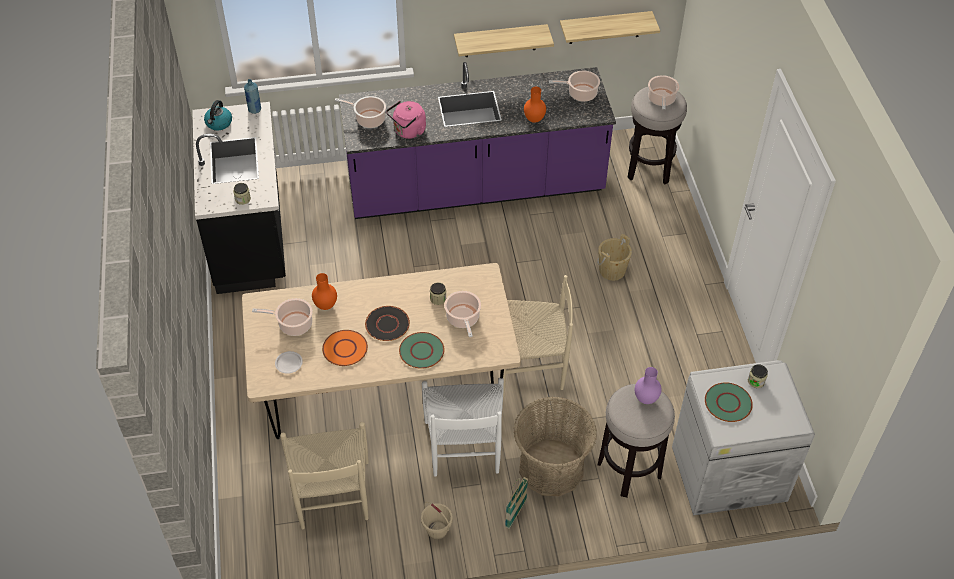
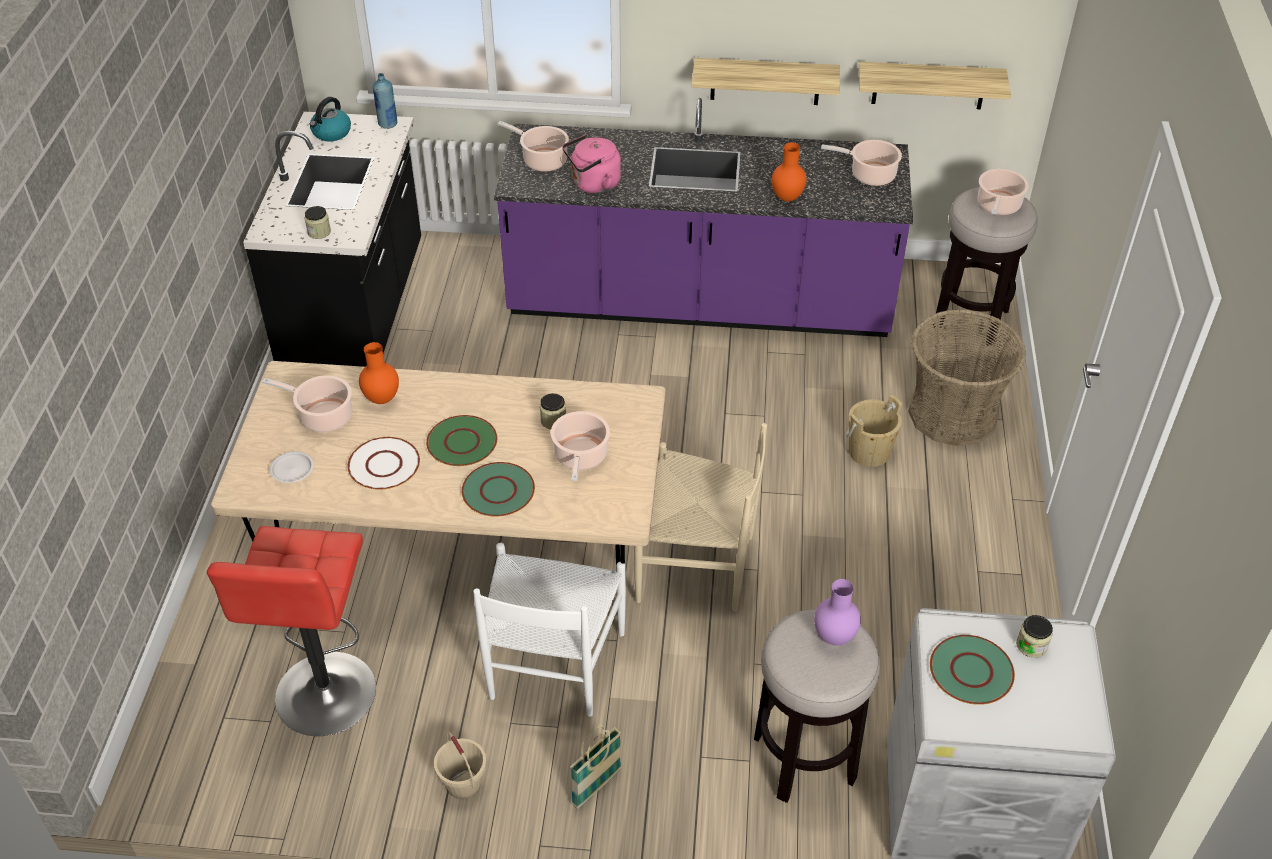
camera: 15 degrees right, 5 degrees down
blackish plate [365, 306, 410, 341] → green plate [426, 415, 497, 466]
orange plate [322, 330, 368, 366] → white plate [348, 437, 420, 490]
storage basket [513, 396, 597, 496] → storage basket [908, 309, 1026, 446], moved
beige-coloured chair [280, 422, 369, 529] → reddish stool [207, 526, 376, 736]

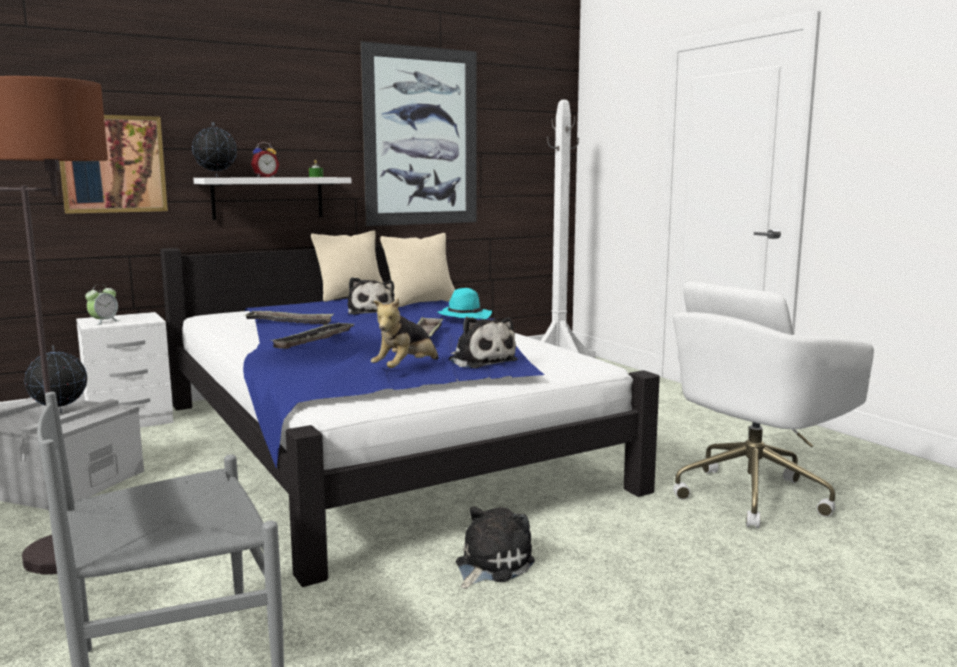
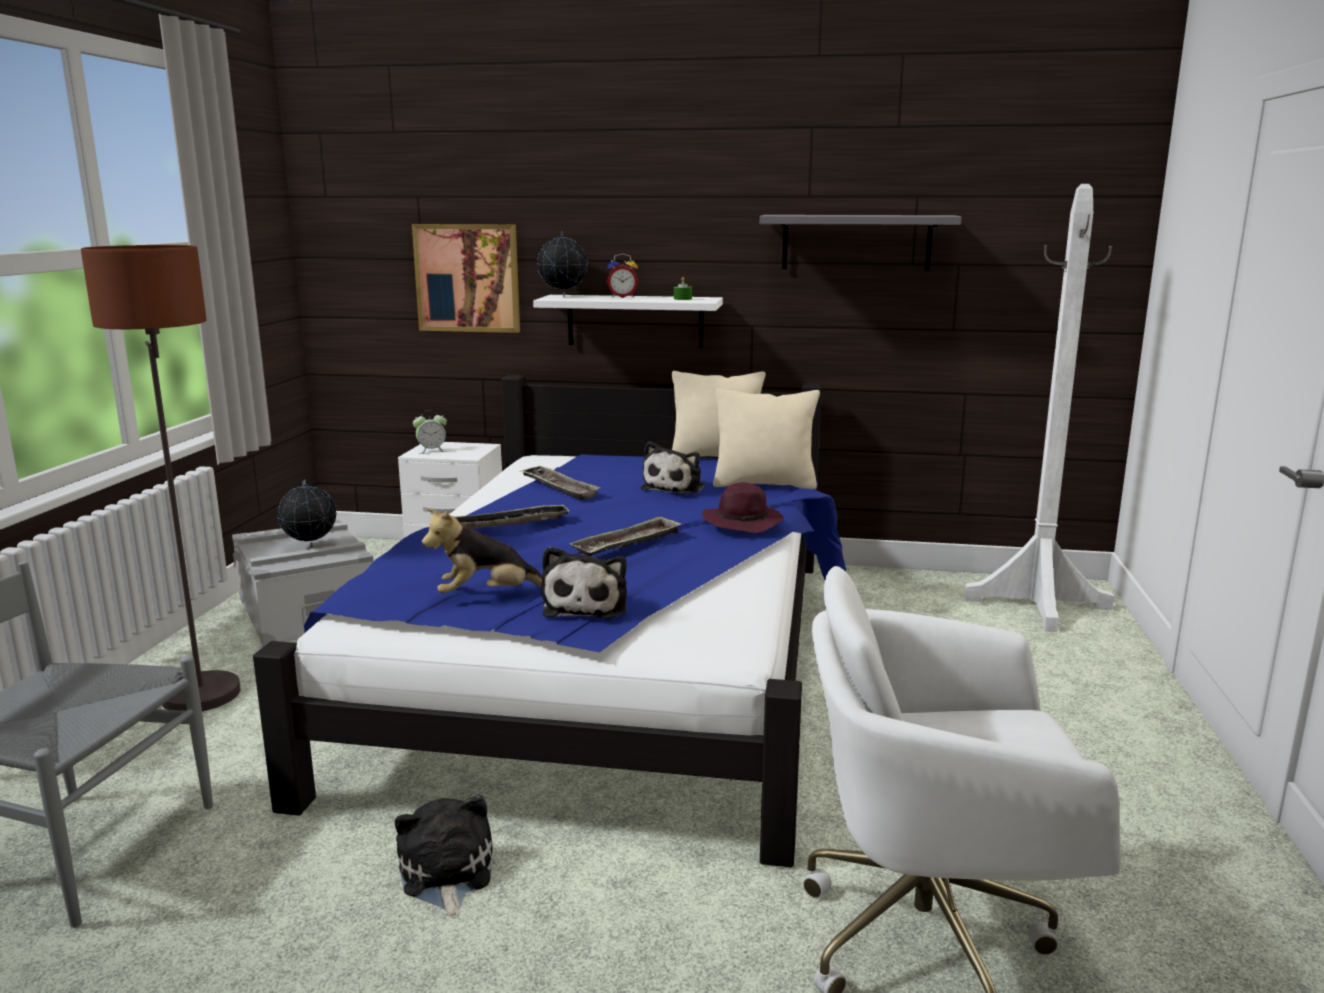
camera: 40 degrees right, 5 degrees up
wall art [361, 41, 477, 226] → gray bracket shelf [760, 215, 962, 271]
turquoise-coloured hat [438, 288, 492, 319] → purple hat [702, 482, 784, 534]
soft toy [456, 506, 535, 589] → soft toy [395, 795, 493, 919], 90 degrees counterclockwise

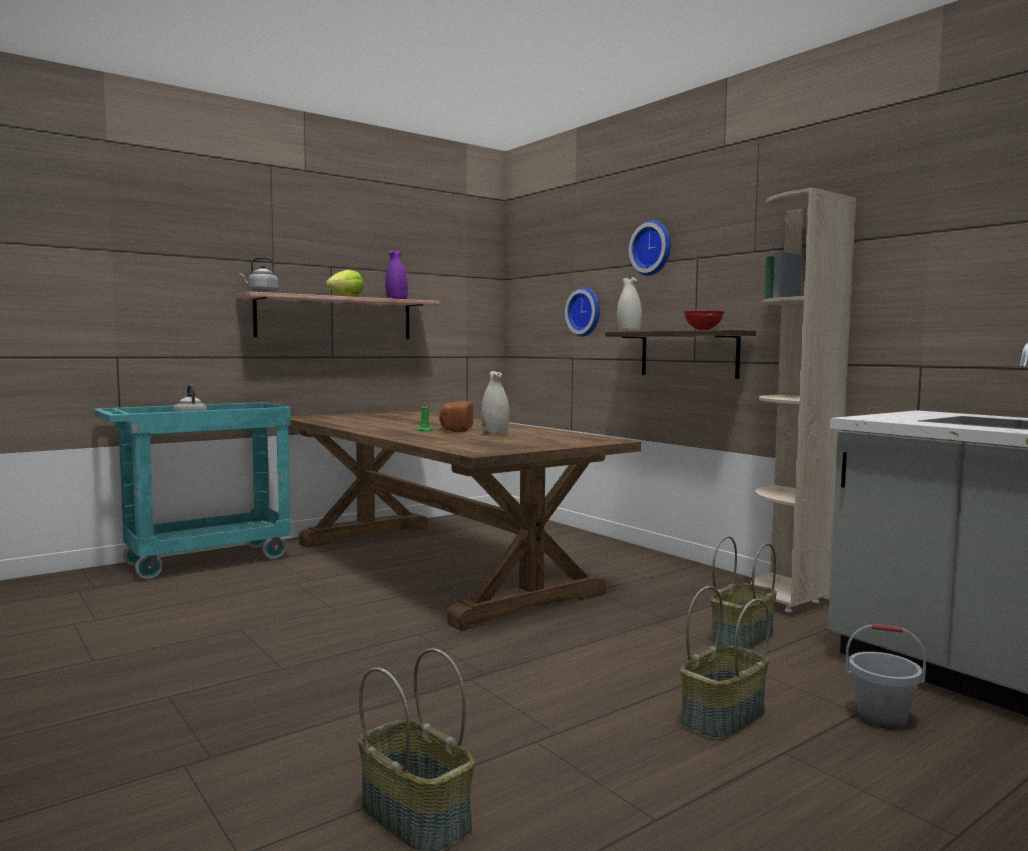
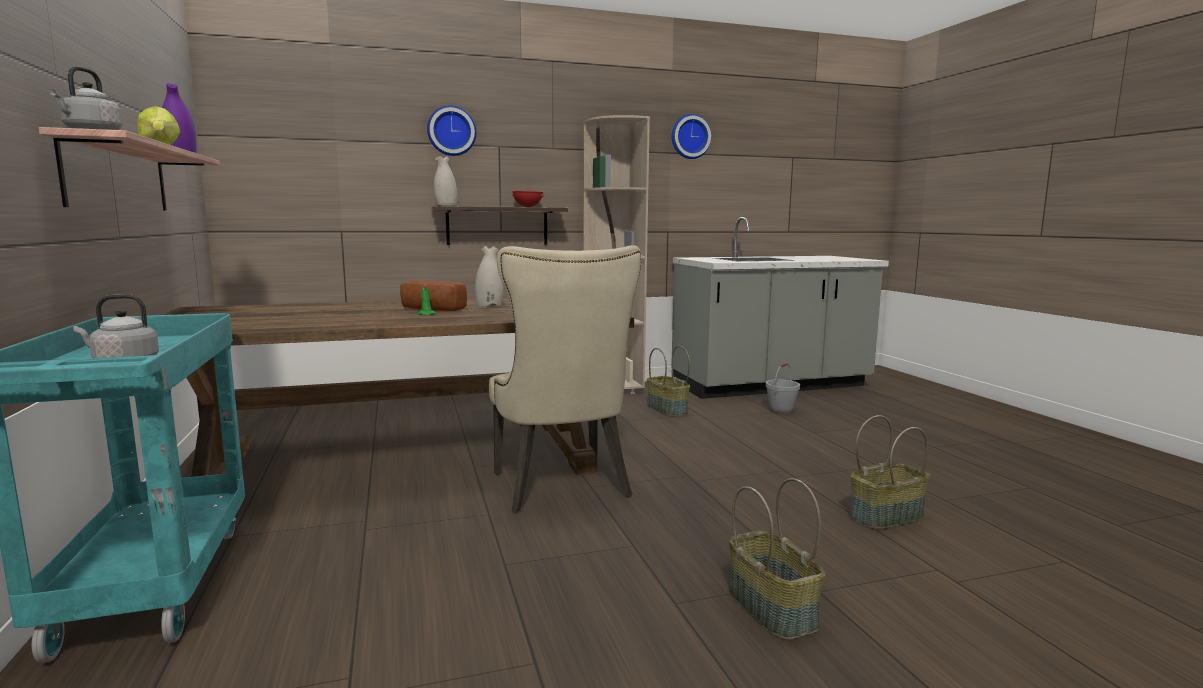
camera: 70 degrees left, 5 degrees up
hanging clock [565, 287, 600, 337] → hanging clock [671, 114, 711, 159], moved
storage basket [680, 586, 770, 741] → storage basket [729, 478, 826, 640], moved
- → beige-coloured chair [489, 245, 641, 513]

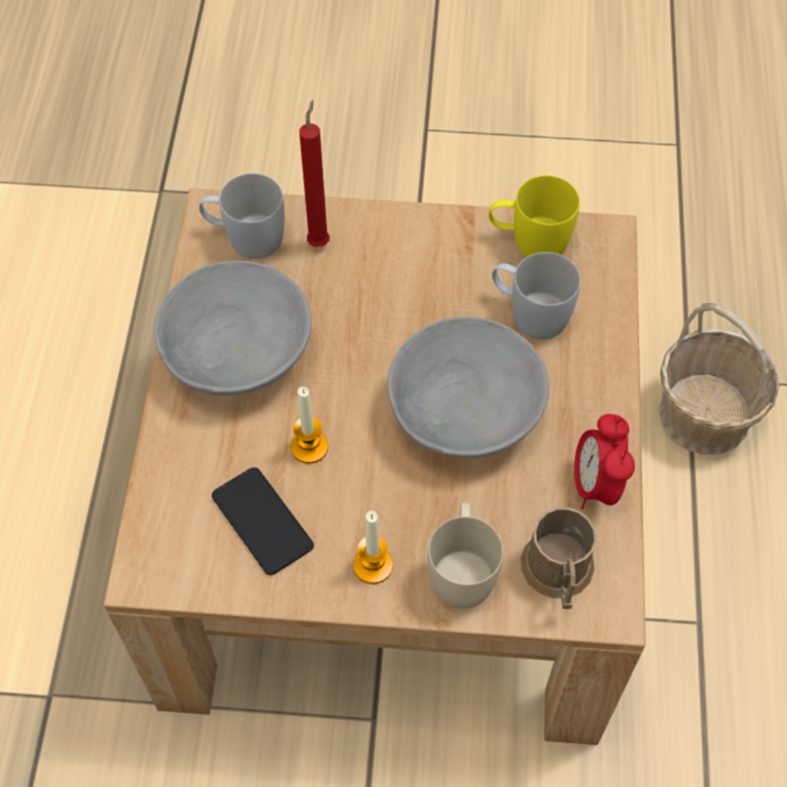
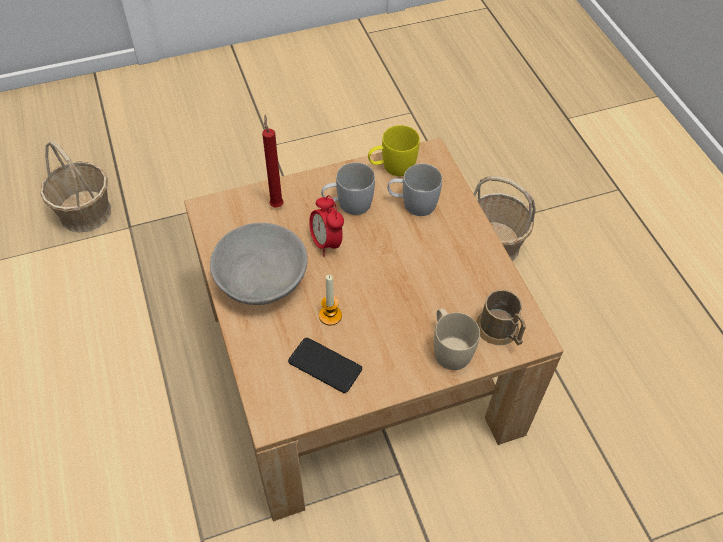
camera: 25 degrees left, 5 degrees down
white mug [199, 173, 285, 259] → white mug [321, 162, 375, 215], moved
gray serving bowl [388, 317, 549, 459] → -
bedside clock [574, 414, 635, 509] → bedside clock [309, 195, 344, 257], moved
wax light [353, 511, 393, 584] → -
- → storage basket [40, 140, 111, 232]

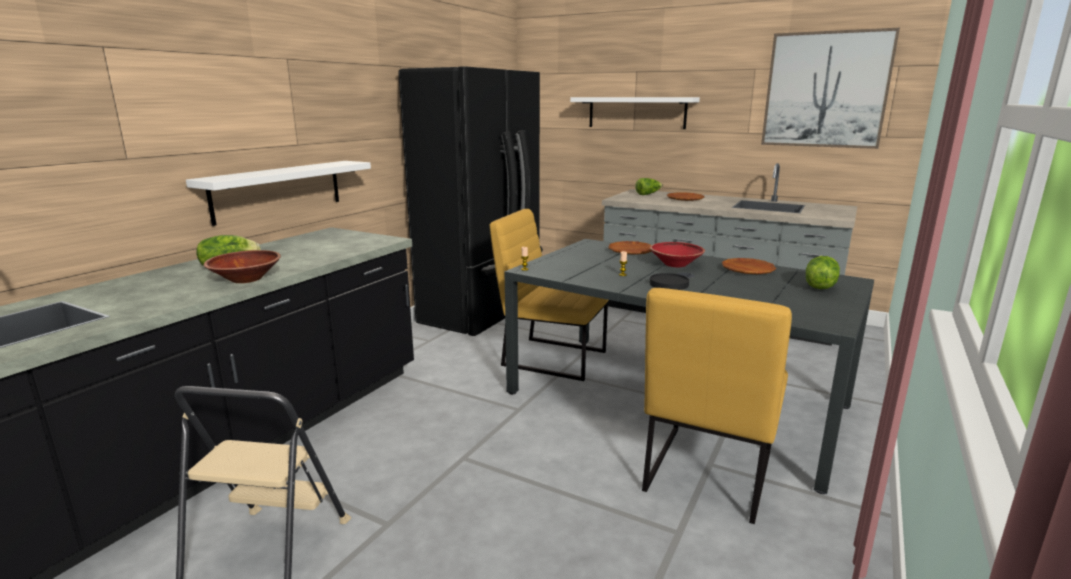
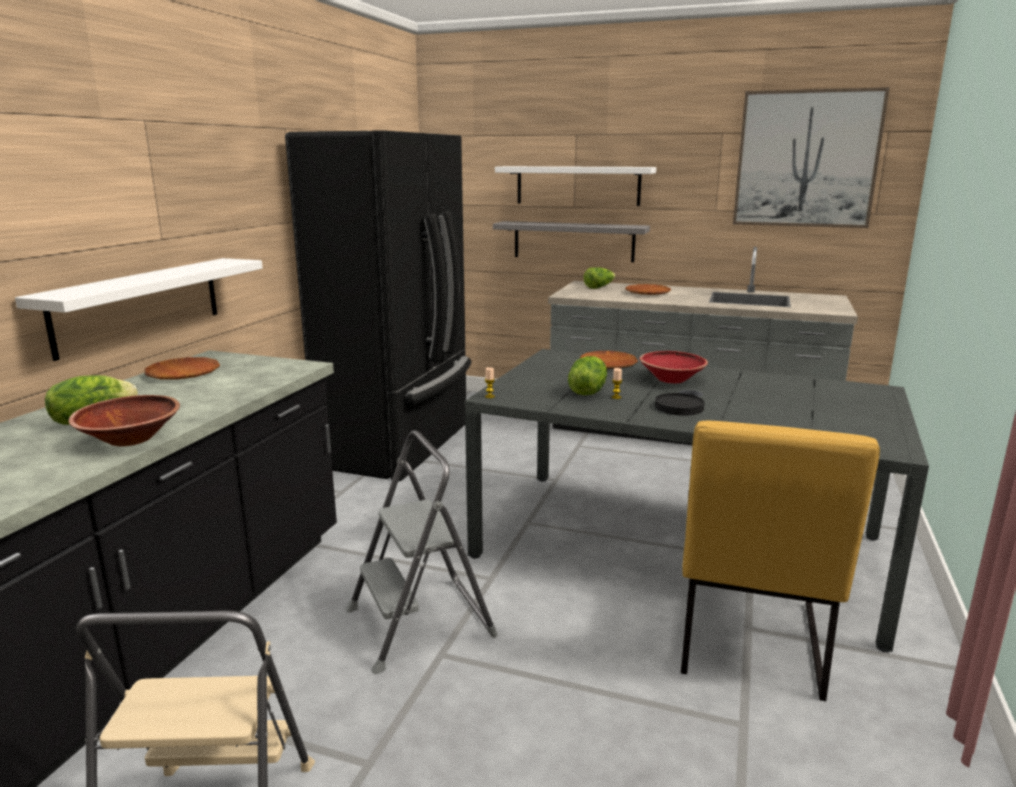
camera: 10 degrees left, 0 degrees up
yellow-coloured chair [490, 209, 609, 381] → -
lettuce [806, 256, 840, 289] → lettuce [568, 356, 607, 395], moved
brown-coloured plate [722, 258, 776, 274] → brown-coloured plate [144, 357, 220, 380], moved
- → gray bracket shelf [493, 221, 650, 262]
- → gray step ladder [345, 430, 498, 674]

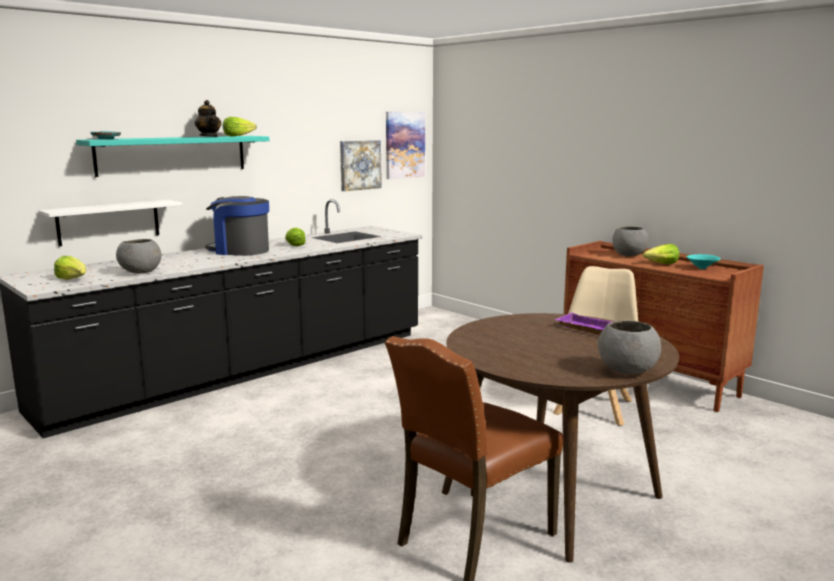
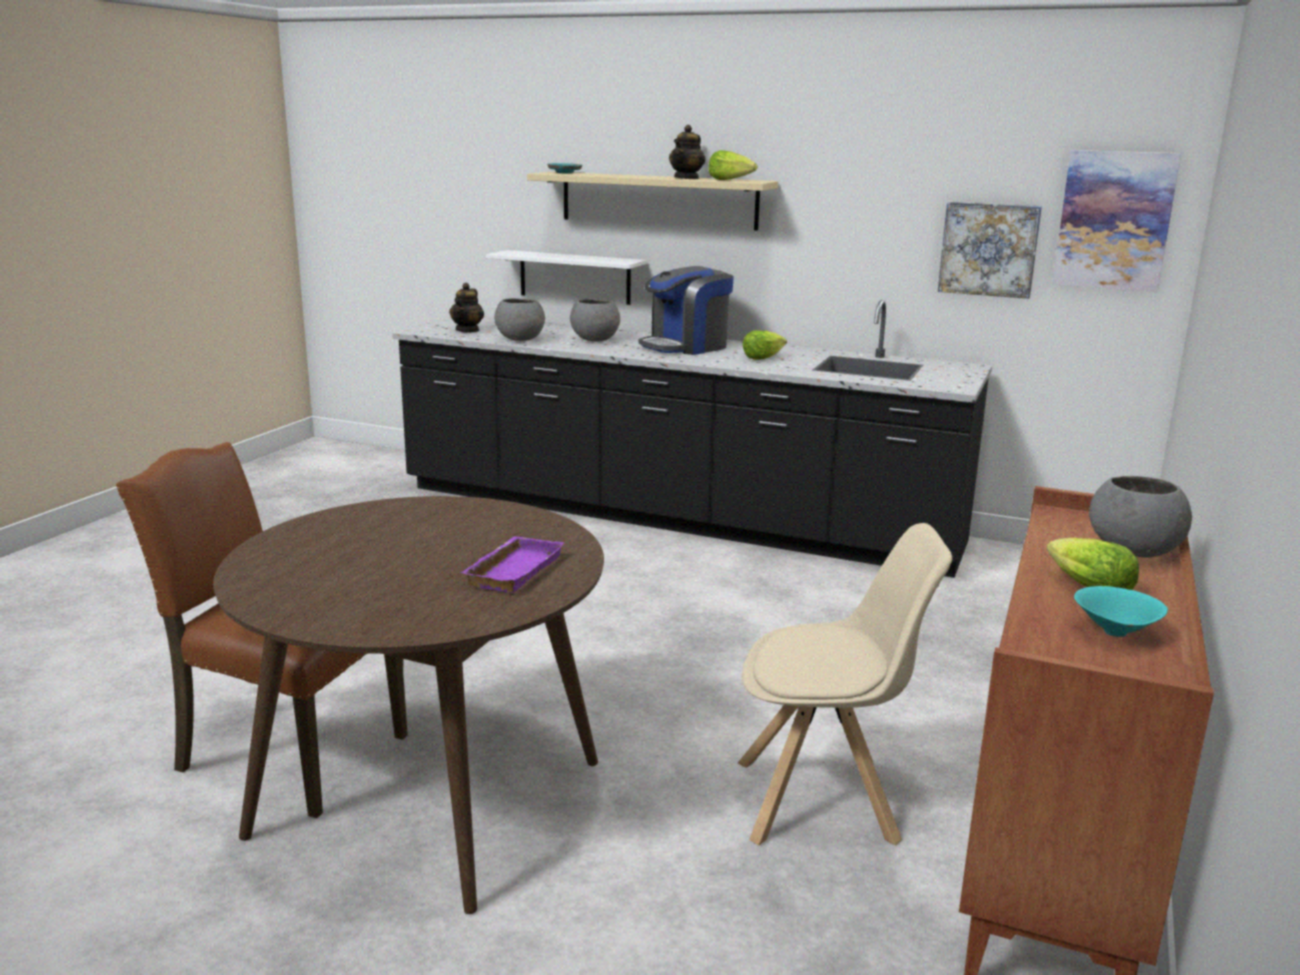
camera: 65 degrees right, 5 degrees up
turquoise-coloured bracket shelf [76, 136, 269, 177] → beige-coloured bracket shelf [527, 172, 778, 231]
coffee machine [205, 196, 269, 256] → coffee machine [638, 266, 734, 355], 120 degrees counterclockwise
lettuce [54, 256, 86, 280] → teapot [449, 283, 484, 333]
gray serving bowl [598, 321, 661, 374] → gray serving bowl [570, 299, 620, 341], moved

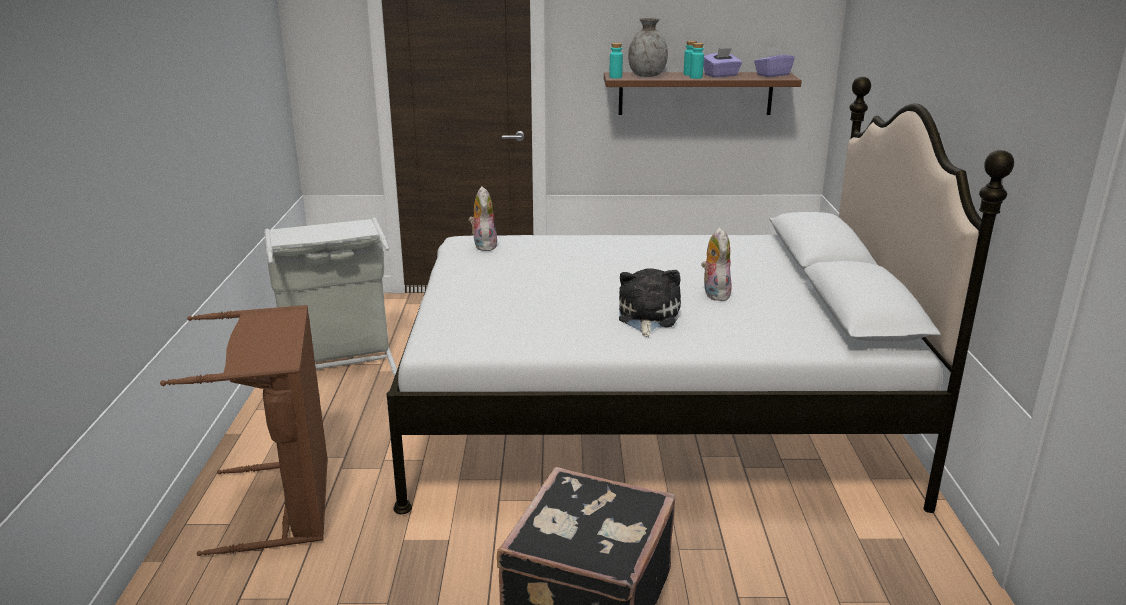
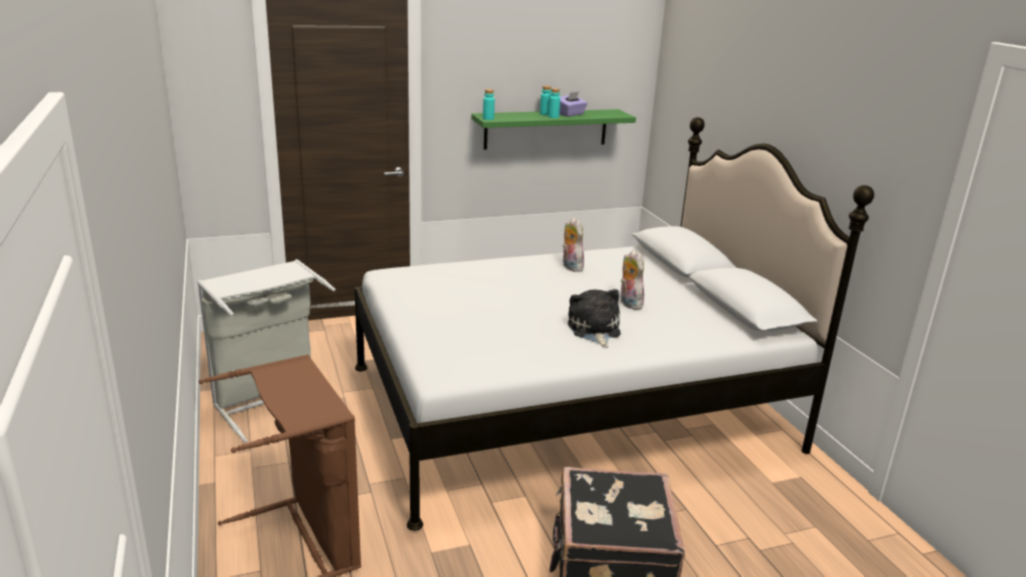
camera: 20 degrees left, 0 degrees up
gray flower vase [628, 18, 668, 77] → -
purple box of tissues [754, 47, 795, 77] → -
brown-coloured bracket shelf [604, 72, 802, 115] → green bracket shelf [471, 109, 636, 150]
soft toy [468, 186, 498, 251] → soft toy [562, 217, 584, 272], moved

